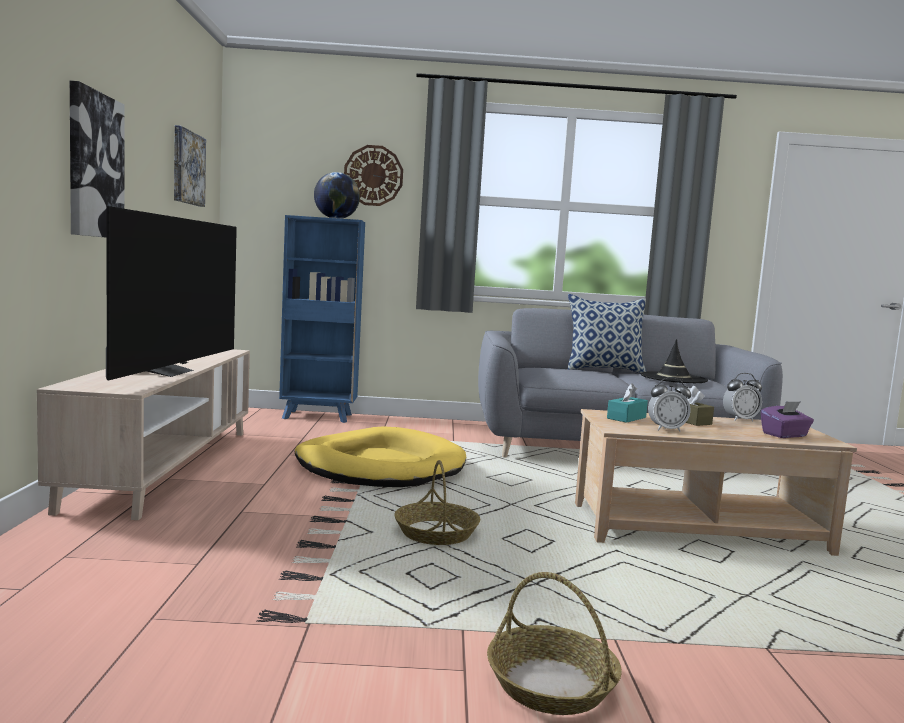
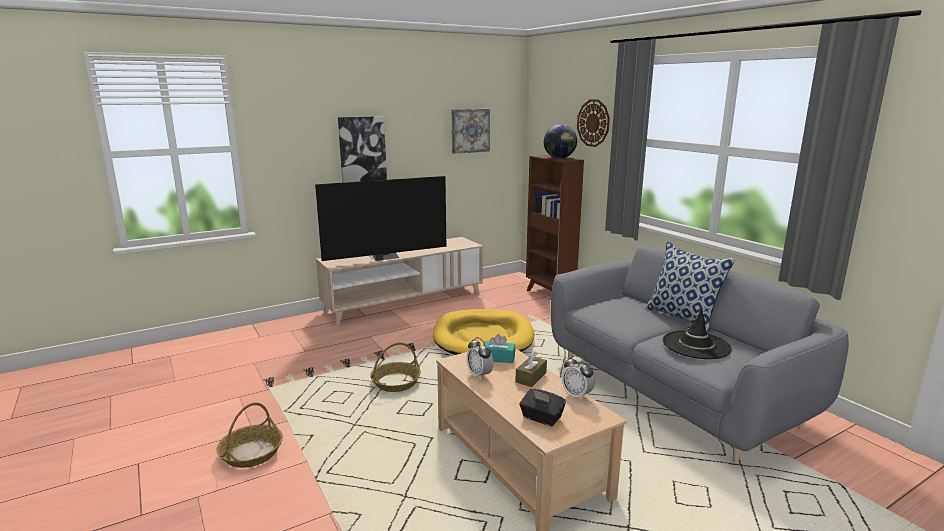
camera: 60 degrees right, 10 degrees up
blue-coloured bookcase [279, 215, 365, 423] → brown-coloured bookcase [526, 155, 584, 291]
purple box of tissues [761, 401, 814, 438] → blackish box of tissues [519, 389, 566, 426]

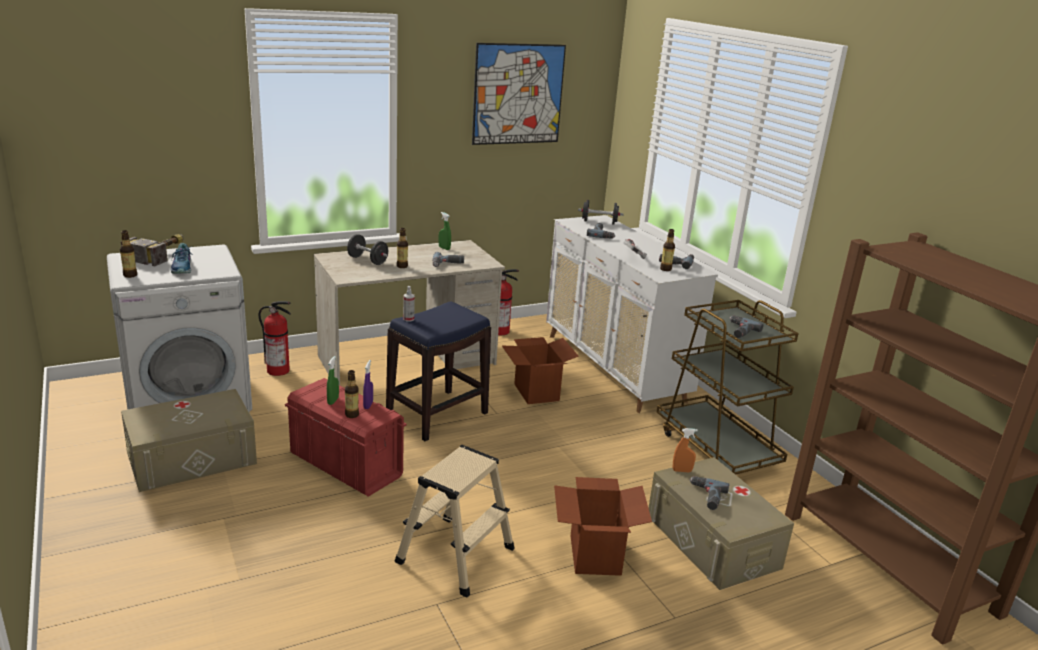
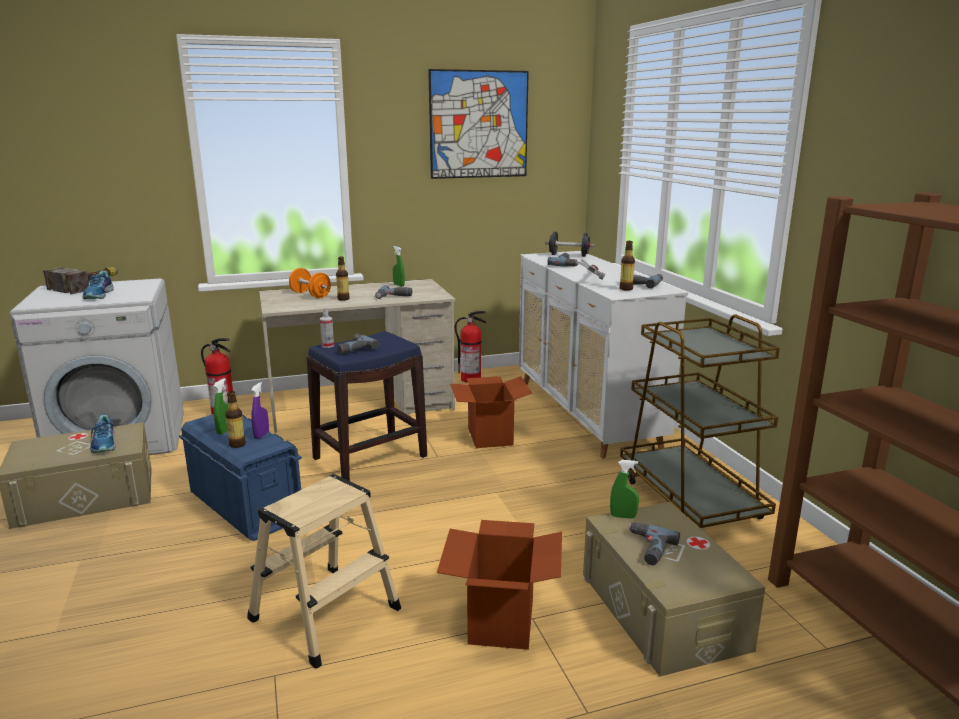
camera: 10 degrees right, 5 degrees down
bottle [120, 230, 137, 278] → -
blackish free weight [347, 234, 388, 265] → orange free weight [289, 268, 331, 298]
power drill [730, 315, 763, 338] → power drill [337, 334, 379, 354], moved
reddish storage bin [285, 378, 407, 497] → blue-coloured storage bin [179, 414, 302, 541]
orange spray bottle [673, 428, 698, 472] → green spray bottle [610, 460, 639, 519]
- → item of footwear [90, 415, 115, 453]

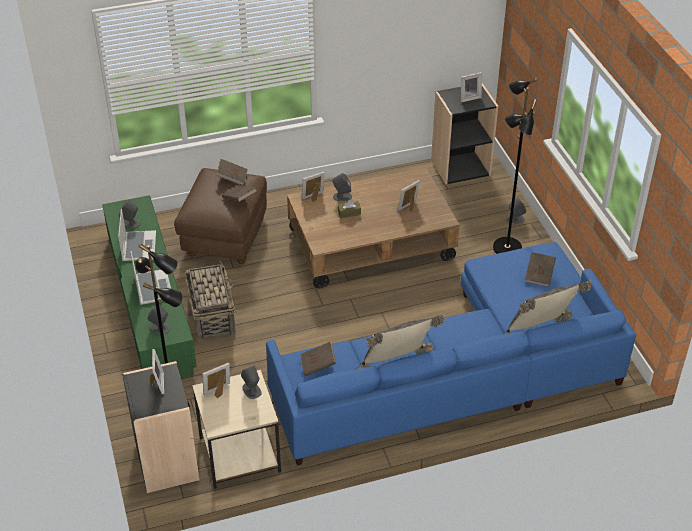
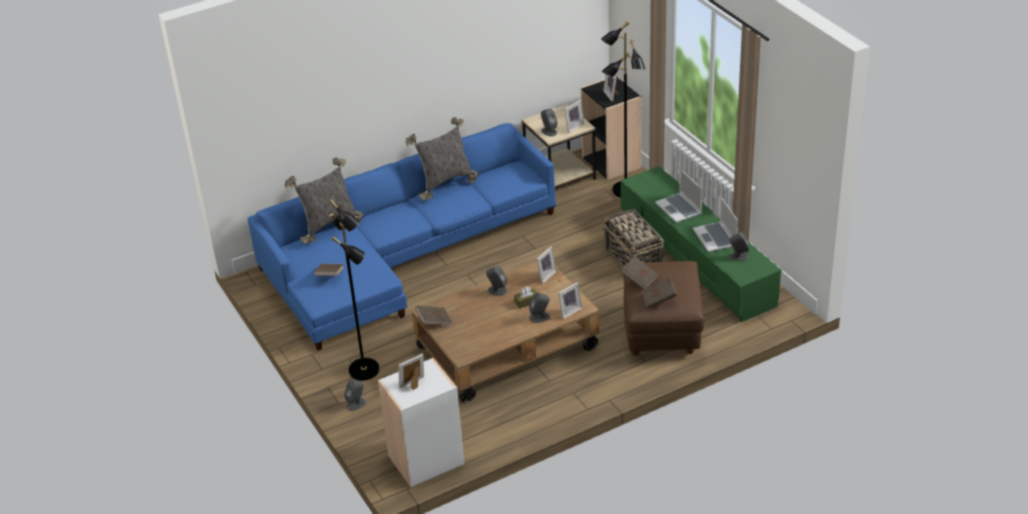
camera: 170 degrees right, 5 degrees down
blackish bookcase [431, 83, 498, 185] → white bookcase [378, 358, 465, 487]
photo frame [398, 180, 420, 212] → photo frame [537, 246, 557, 284], moved
gray speaker [147, 304, 170, 335] → gray speaker [486, 266, 508, 295], moved
brown-coloured bound book [300, 342, 336, 376] → brown-coloured bound book [415, 306, 452, 326], moved

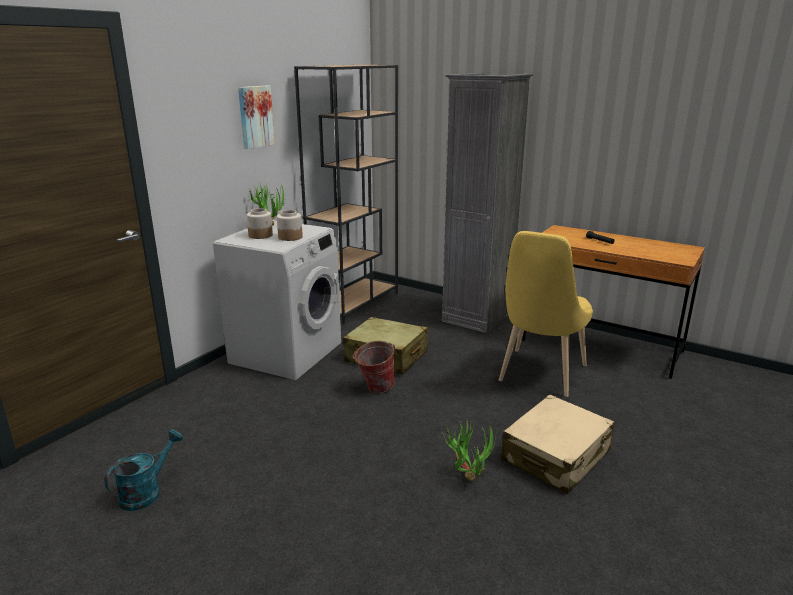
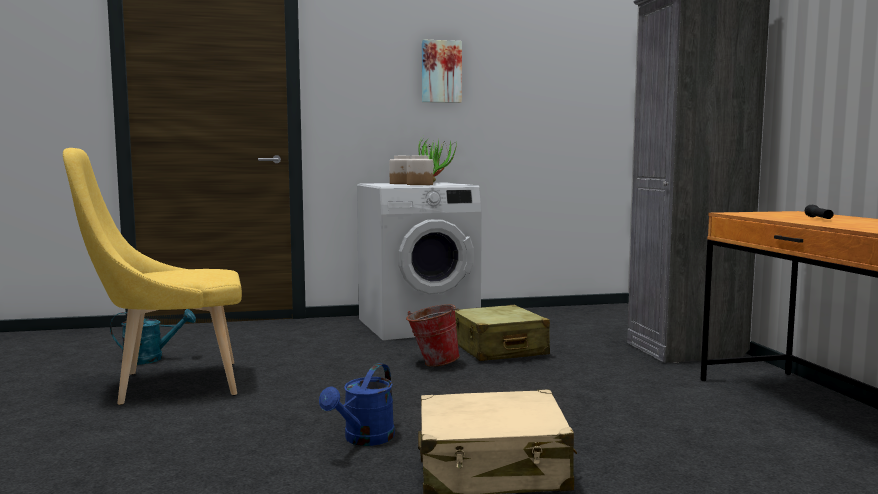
camera: 45 degrees right, 15 degrees down
bookcase [294, 65, 398, 324] → -
yellow-coloured chair [499, 231, 593, 397] → yellow-coloured chair [63, 148, 242, 405], moved
houseplant [441, 421, 497, 481] → blue-coloured watering pot [319, 363, 395, 446]

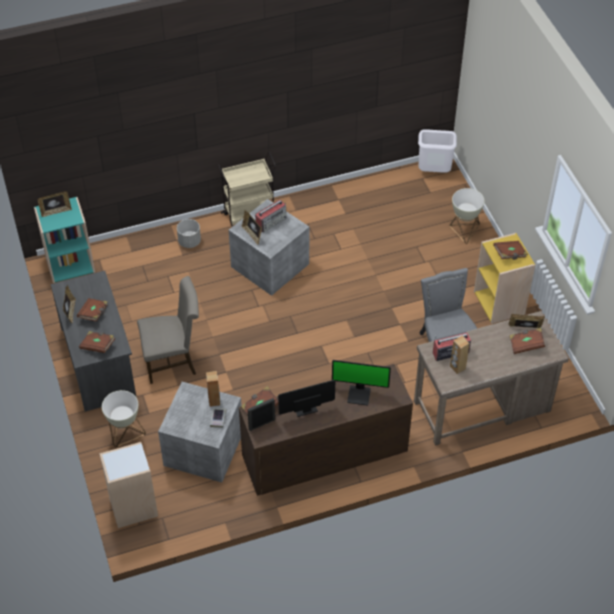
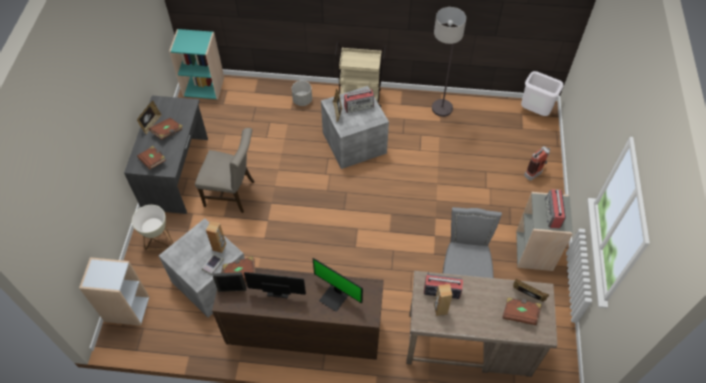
camera: 25 degrees right, 5 degrees up
flower pot [450, 188, 485, 244] → fire extinguisher [524, 146, 550, 181]
photo frame [38, 191, 72, 217] → -
yellow-coloured bookcase [474, 233, 535, 324] → gray bookcase [516, 192, 573, 271]
brown-coloured bound book [493, 241, 528, 260] → radio set [545, 189, 566, 228]
- → gray floor lamp [432, 7, 466, 117]

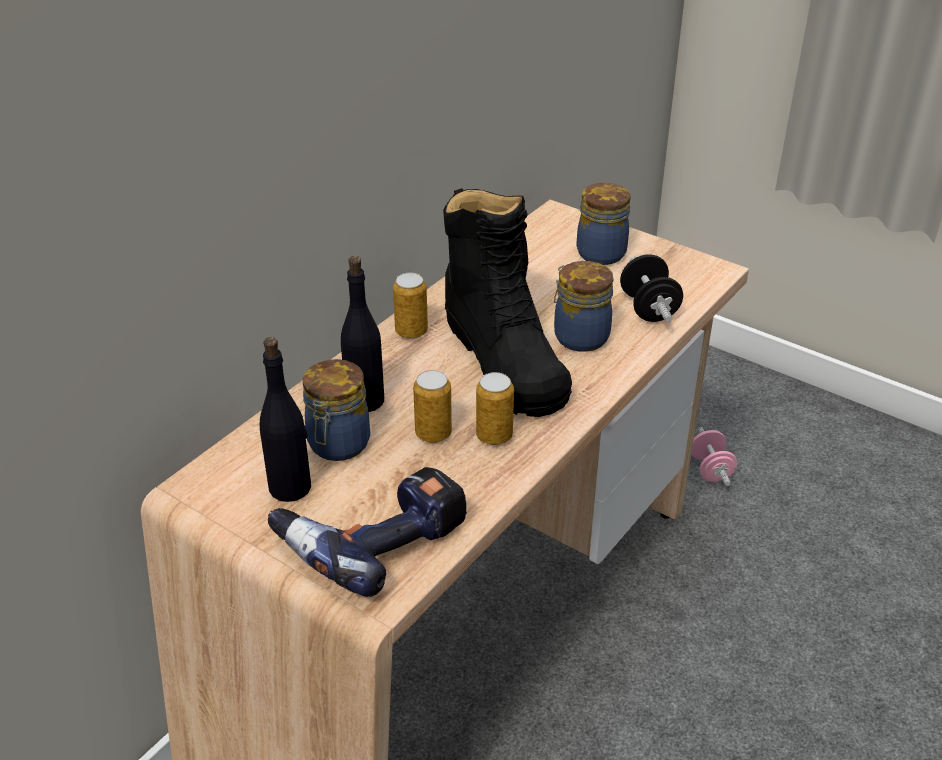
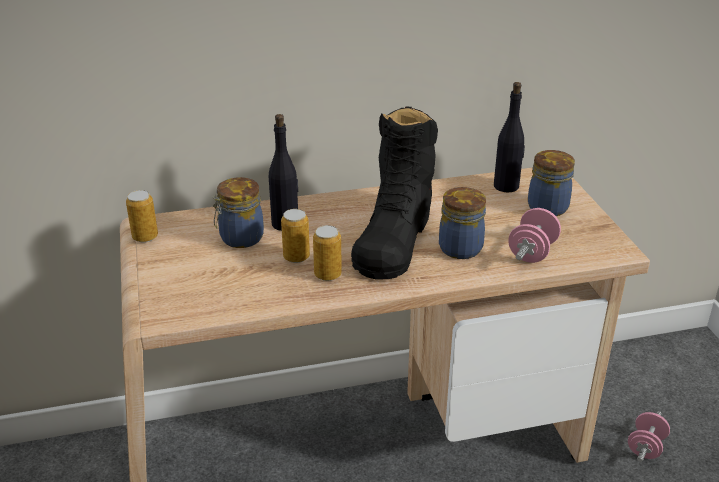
camera: 40 degrees right, 5 degrees down
blackish free weight [620, 254, 683, 322] → pink-coloured free weight [508, 208, 561, 263]
can [393, 272, 428, 339] → can [126, 190, 158, 243], moved
blackish bottle [260, 337, 311, 502] → blackish bottle [494, 82, 525, 193], moved
power drill [268, 467, 467, 597] → -

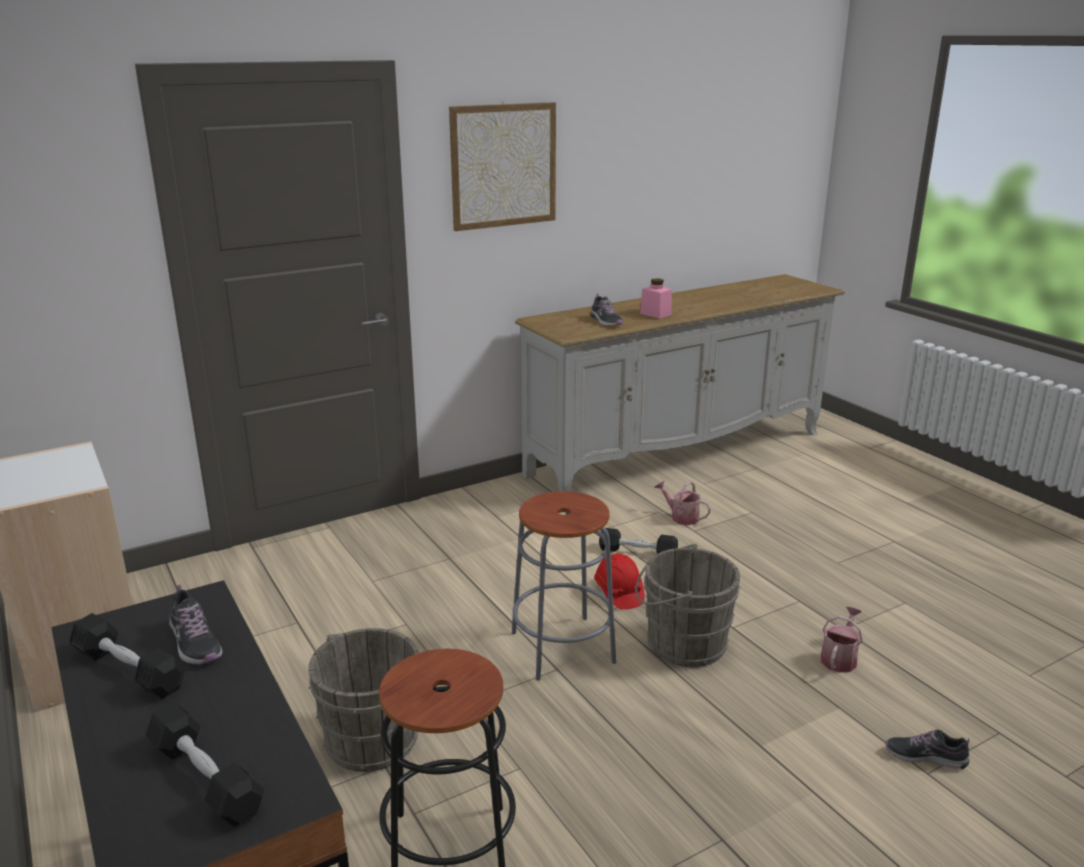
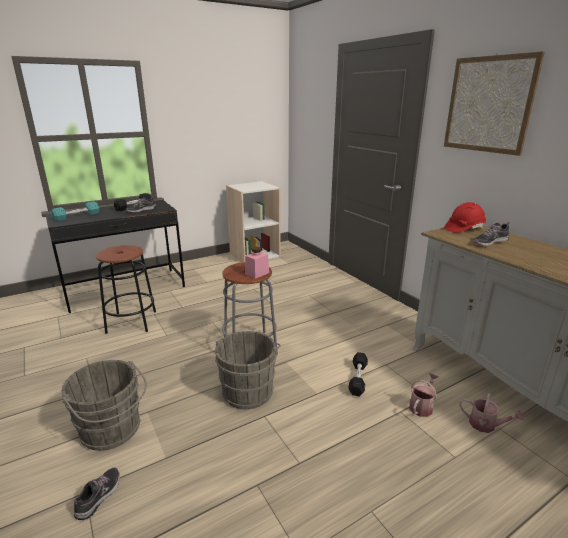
camera: 90 degrees right, 0 degrees up
pink-coloured preserve jar [640, 278, 672, 319] → pink-coloured preserve jar [245, 247, 269, 279], moved
reddish safety helmet [594, 554, 645, 610] → reddish safety helmet [444, 202, 486, 233], moved
watering pot [821, 607, 863, 673] → watering pot [459, 393, 524, 433], moved
gray bucket [308, 628, 419, 772] → gray bucket [62, 360, 147, 451], moved
blackish free weight [146, 702, 264, 827] → turquoise-coloured free weight [52, 202, 99, 221]

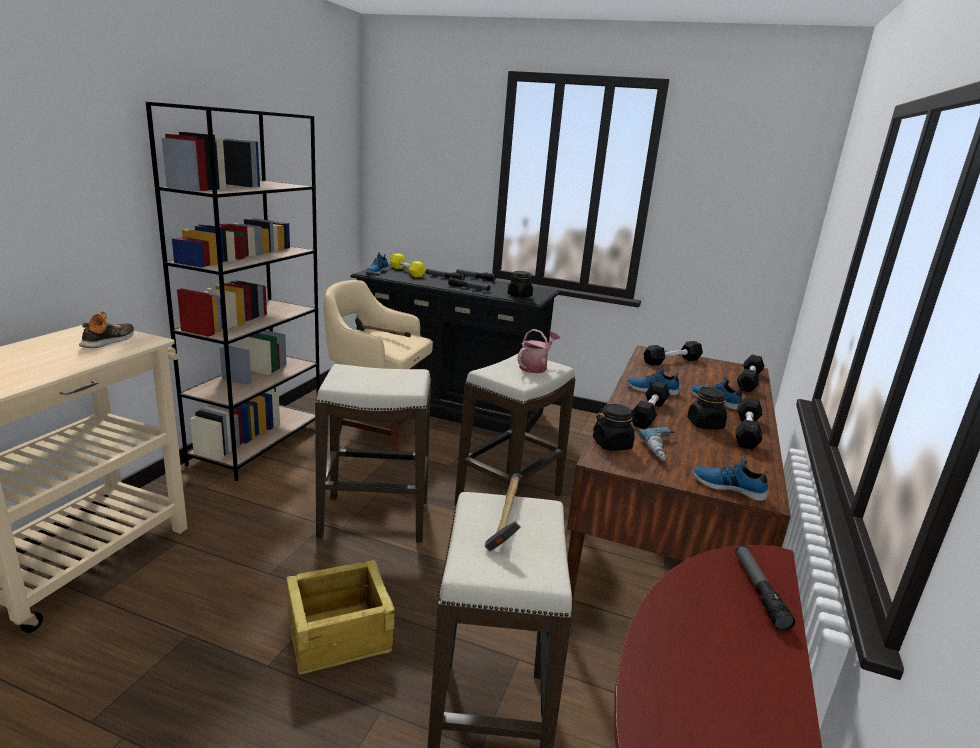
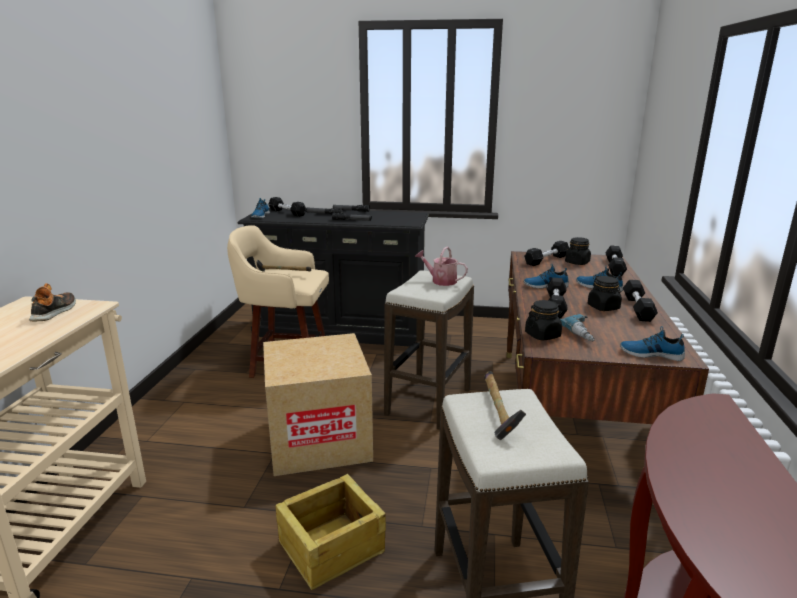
camera: 10 degrees left, 0 degrees up
beige-coloured bookcase [146, 102, 320, 481] → -
yellow-coloured free weight [390, 254, 426, 277] → blackish free weight [268, 197, 306, 217]
blackish preserve jar [508, 271, 533, 298] → blackish preserve jar [565, 237, 591, 265], moved
watering pot [518, 329, 560, 373] → watering pot [415, 247, 468, 286], 90 degrees counterclockwise
stool [315, 364, 431, 543] → cardboard box [263, 333, 373, 476]
torch [735, 545, 795, 631] → -

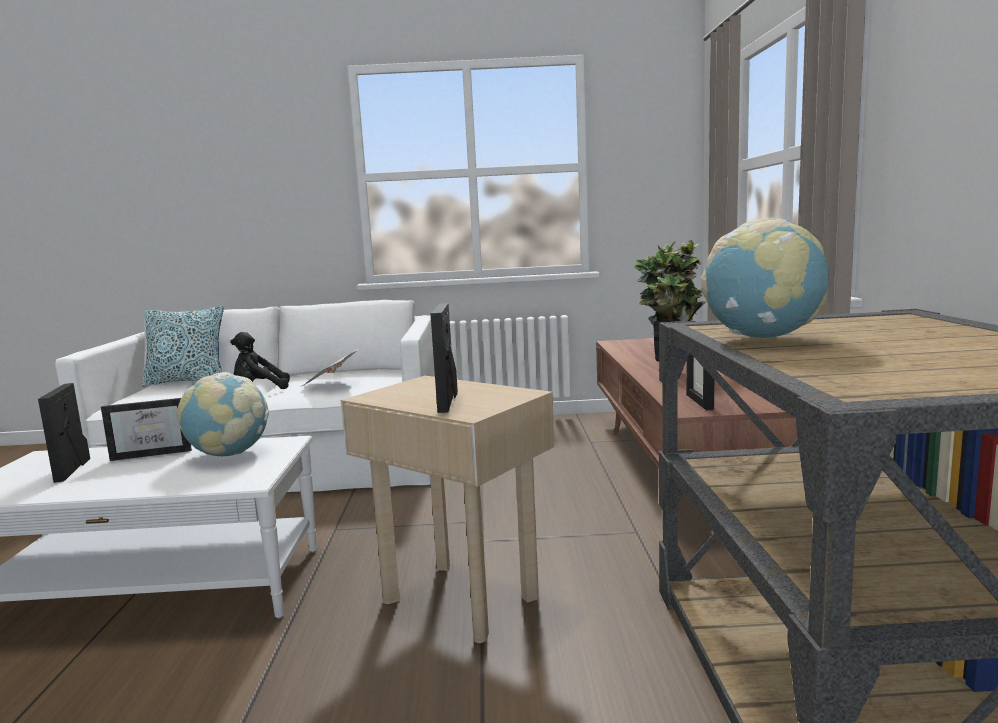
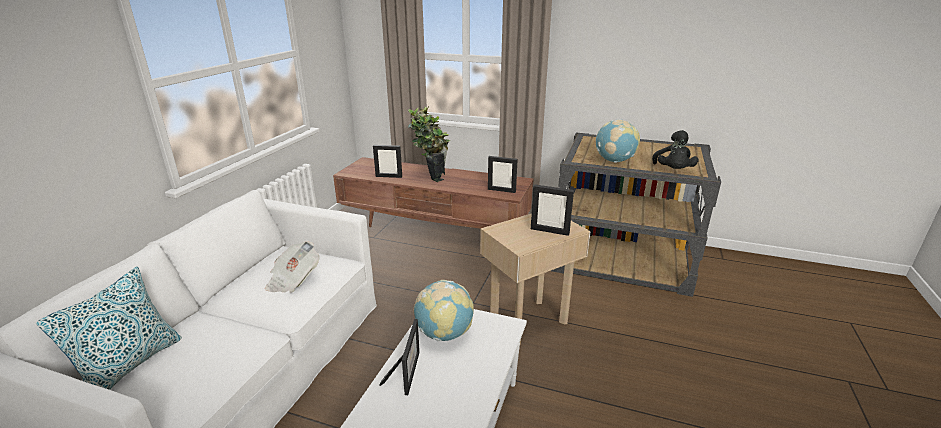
camera: 70 degrees left, 15 degrees up
blackish soft toy [230, 332, 290, 389] → blackish soft toy [652, 130, 698, 169], moved
photo frame [38, 383, 90, 483] → photo frame [373, 145, 402, 178], moved

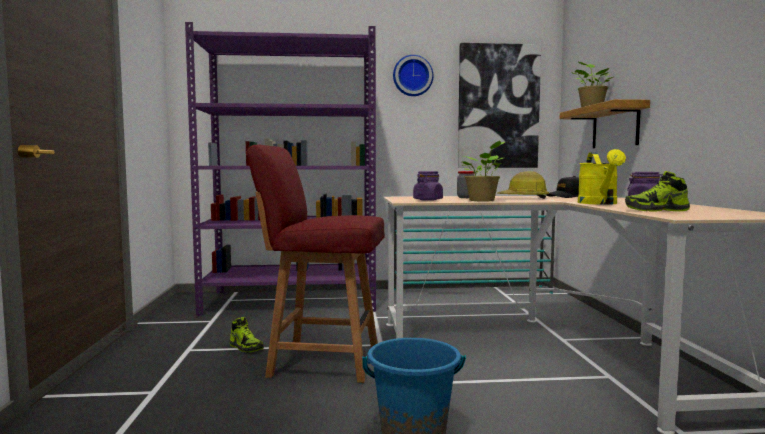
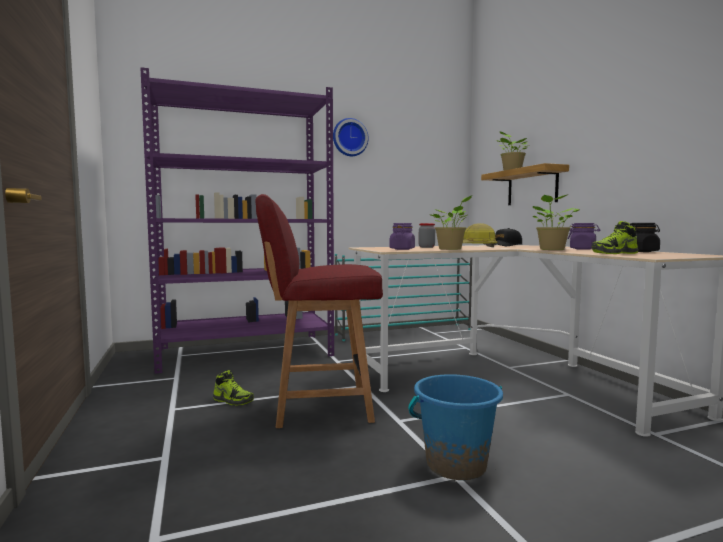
camera: 15 degrees left, 0 degrees up
wall art [458, 43, 541, 168] → -
yellow-coloured watering pot [578, 149, 626, 205] → houseplant [533, 195, 580, 250]
- → blackish preserve jar [630, 223, 660, 252]

